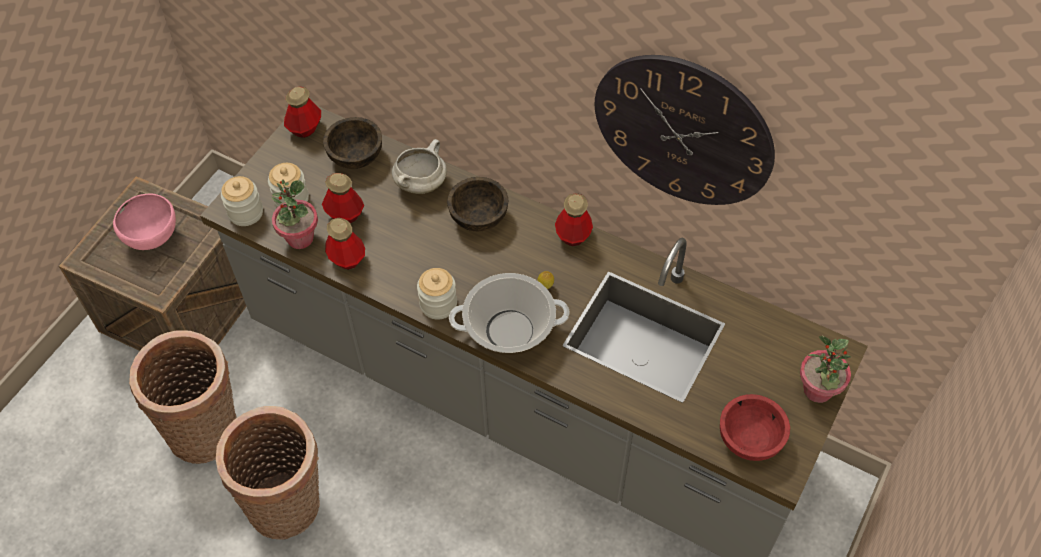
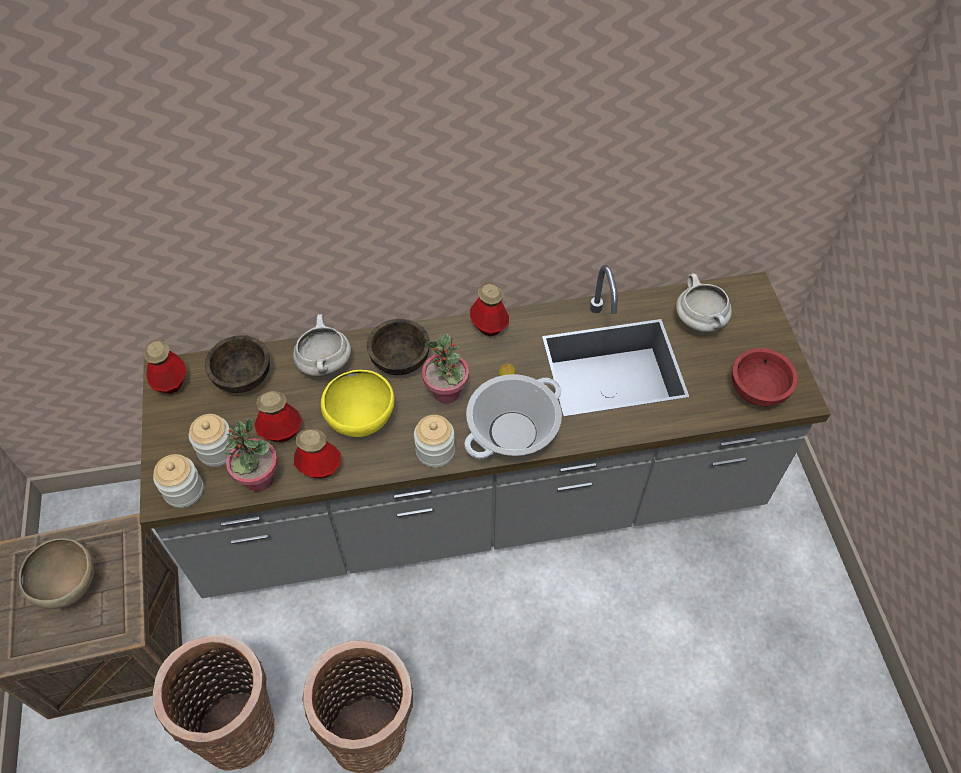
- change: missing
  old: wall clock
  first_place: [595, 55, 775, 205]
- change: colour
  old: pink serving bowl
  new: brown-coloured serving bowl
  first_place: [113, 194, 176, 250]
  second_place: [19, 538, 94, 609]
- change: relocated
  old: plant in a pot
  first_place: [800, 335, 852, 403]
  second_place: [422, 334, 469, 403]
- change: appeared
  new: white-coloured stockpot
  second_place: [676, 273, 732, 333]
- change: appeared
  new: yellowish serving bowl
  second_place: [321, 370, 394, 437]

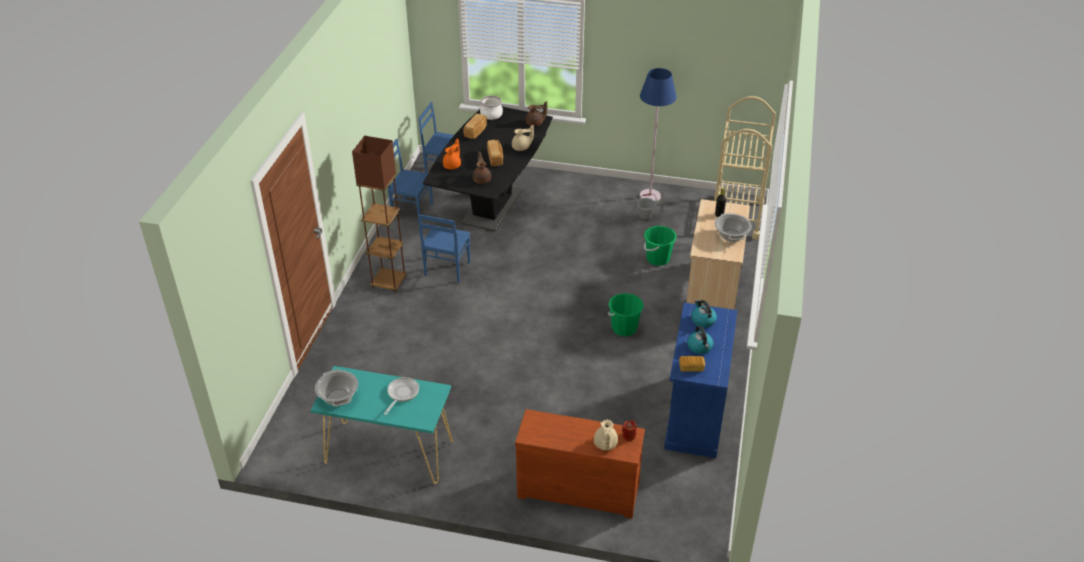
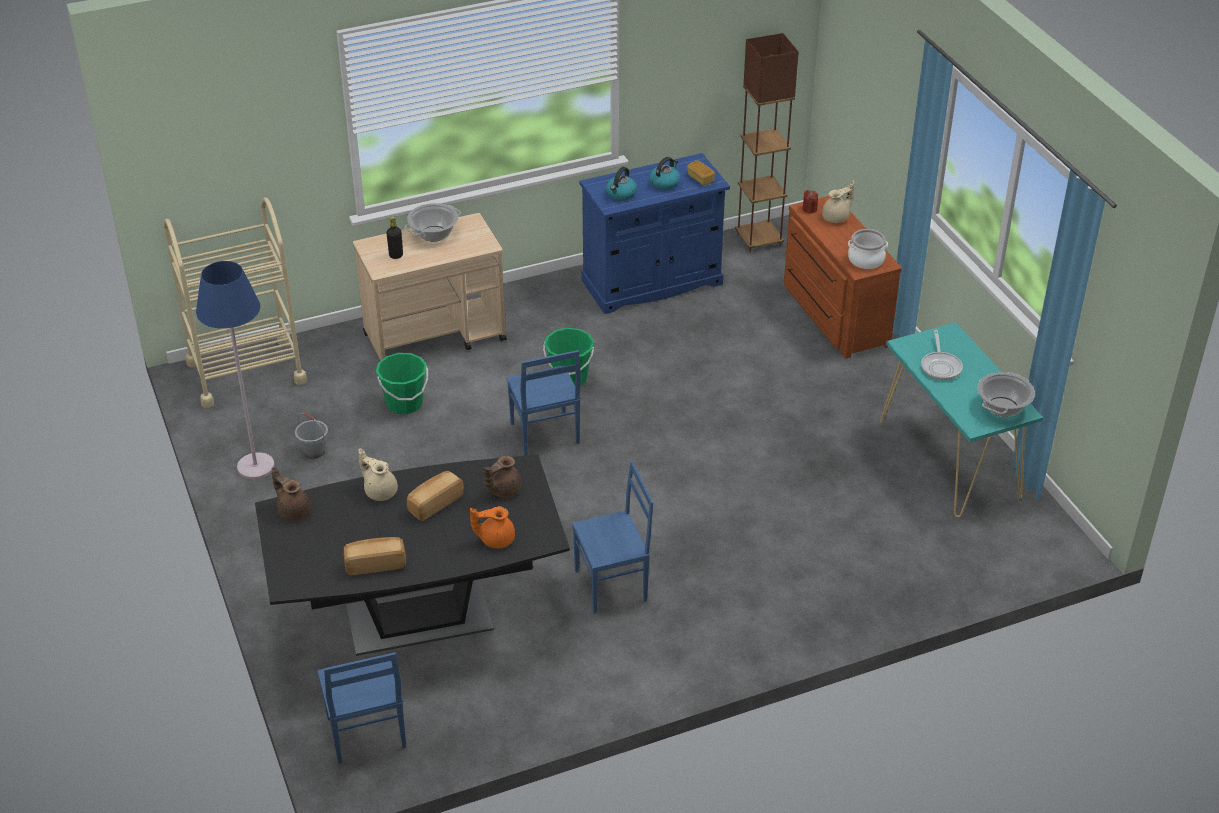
- change: relocated
  old: stockpot
  first_place: [480, 95, 503, 120]
  second_place: [848, 229, 888, 269]
- change: relocated
  old: brown-coloured standard lamp
  first_place: [352, 136, 407, 293]
  second_place: [735, 33, 799, 252]
- change: relocated
  old: bluish chair
  first_place: [388, 139, 433, 221]
  second_place: [506, 350, 581, 455]
- change: spun
  old: skillet
  first_place: [384, 377, 419, 415]
  second_place: [921, 330, 963, 380]
  degrees: -75

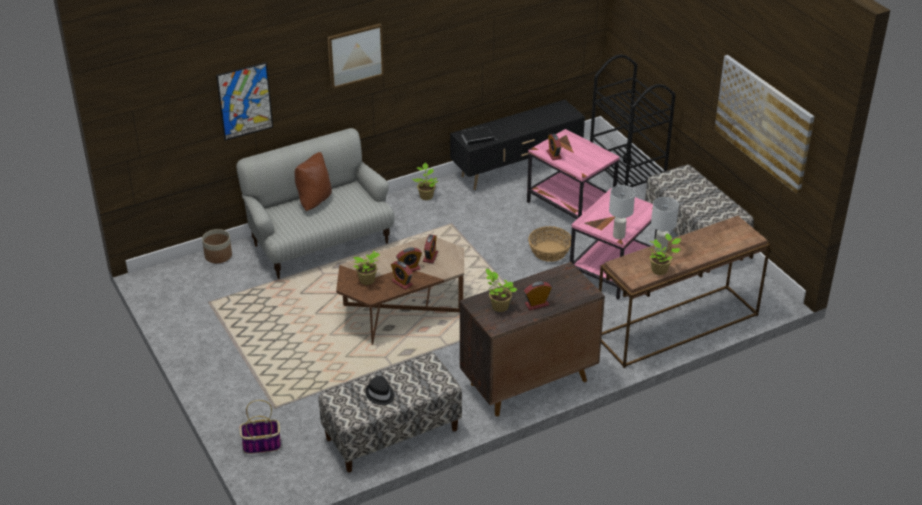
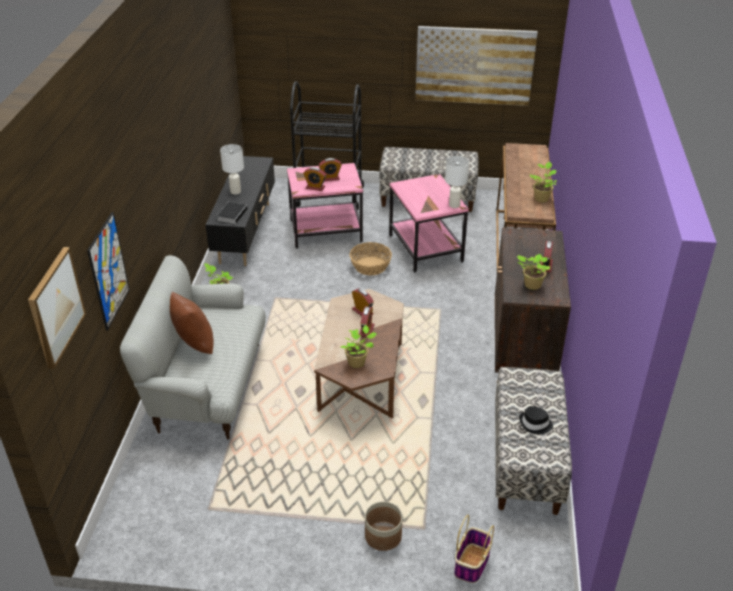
- change: relocated
  old: wall art
  first_place: [328, 24, 384, 89]
  second_place: [28, 247, 86, 369]
- change: relocated
  old: white-coloured table lamp
  first_place: [651, 197, 679, 252]
  second_place: [220, 144, 244, 195]
- change: relocated
  old: planter
  first_place: [202, 229, 232, 263]
  second_place: [365, 501, 403, 551]
- change: relocated
  old: table clock
  first_place: [391, 261, 413, 290]
  second_place: [319, 158, 342, 181]

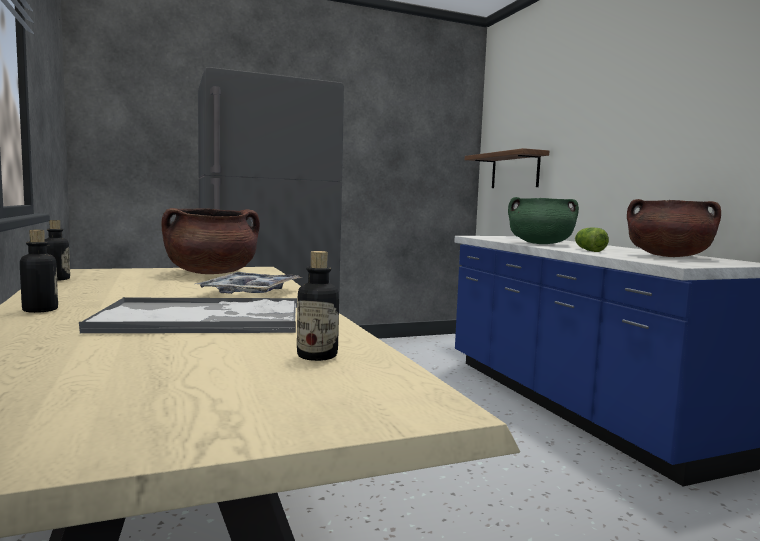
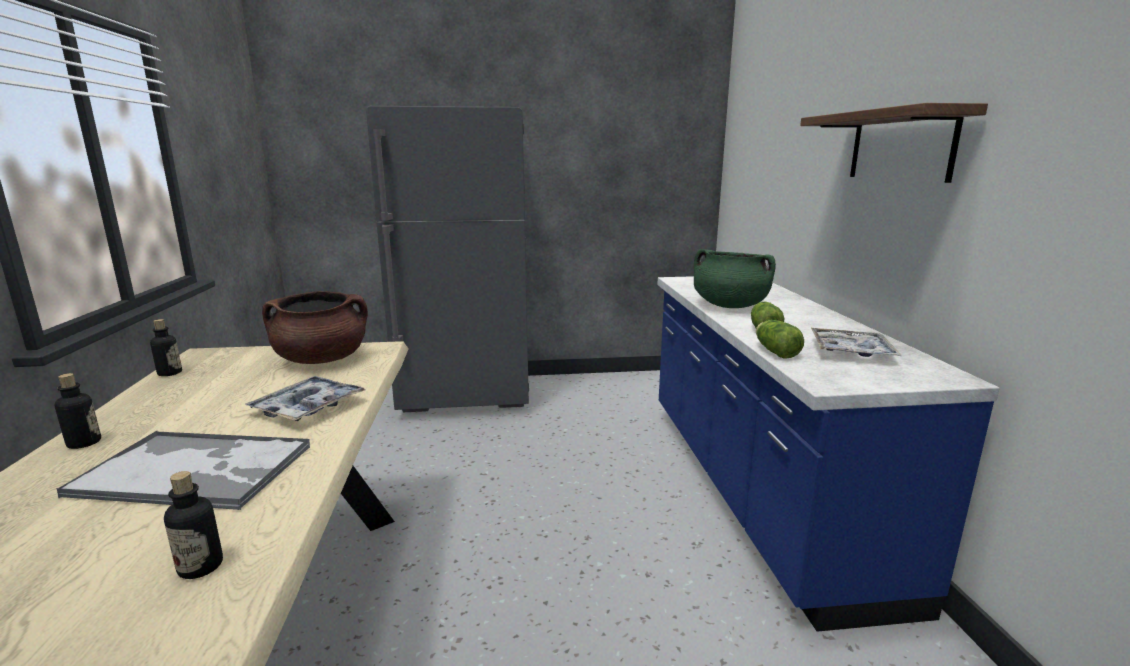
- change: relocated
  old: shelf
  first_place: [465, 148, 549, 188]
  second_place: [800, 103, 988, 183]
- change: exchanged
  old: brown-coloured stockpot
  new: carrying tray
  first_place: [627, 199, 721, 257]
  second_place: [811, 328, 902, 357]
- change: appeared
  new: head of lettuce
  second_place: [756, 320, 804, 359]

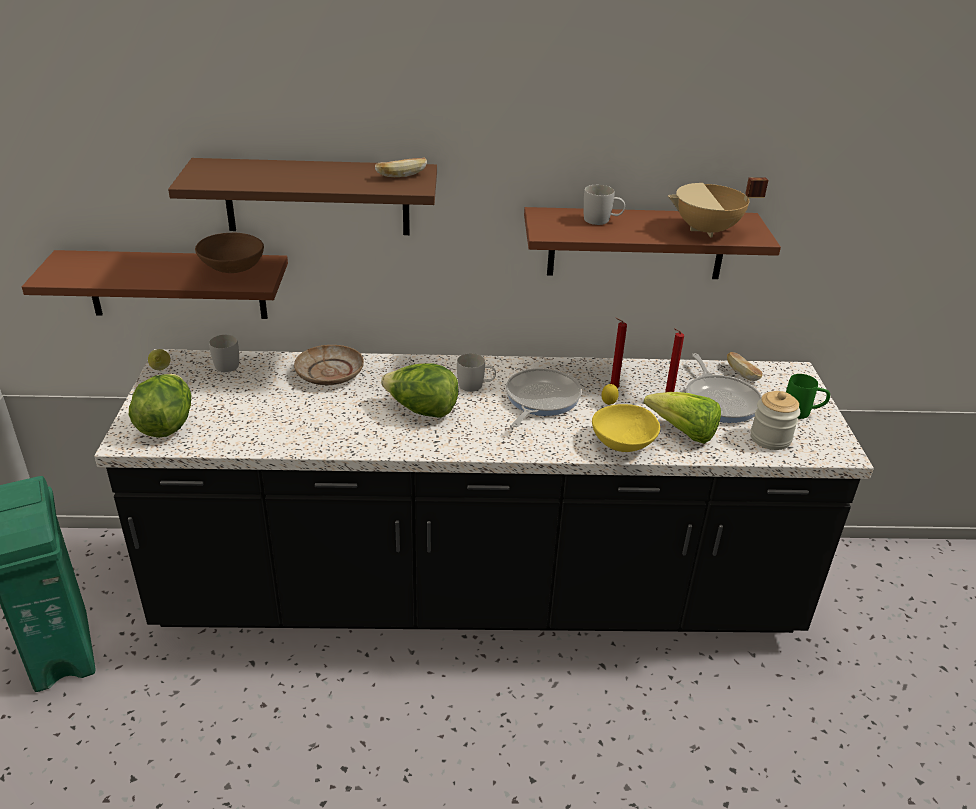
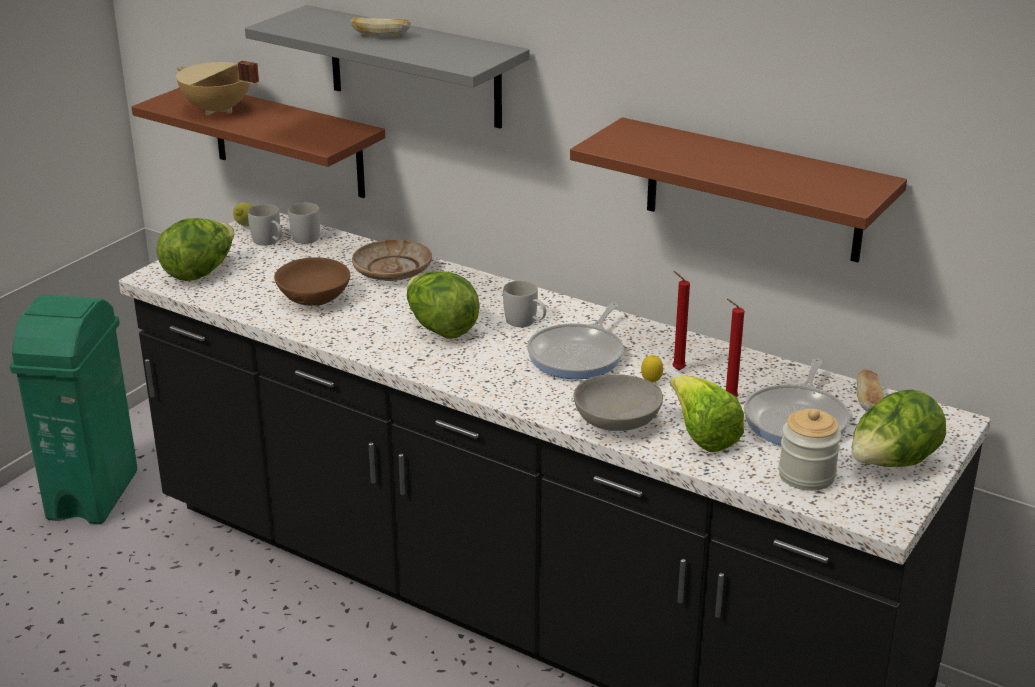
- change: colour
  old: brown-coloured shelf
  new: grey shelf
  first_place: [168, 158, 437, 235]
  second_place: [245, 5, 530, 129]
- change: relocated
  old: baked bread
  first_place: [375, 158, 427, 177]
  second_place: [350, 17, 411, 37]
- change: relocated
  old: beige stockpot
  first_place: [668, 178, 768, 237]
  second_place: [176, 61, 259, 115]
- change: relocated
  old: white-coloured coffee mug
  first_place: [583, 185, 625, 225]
  second_place: [248, 204, 282, 246]
- change: relocated
  old: brown-coloured serving bowl
  first_place: [195, 233, 264, 273]
  second_place: [274, 257, 350, 306]
- change: spun
  old: skillet
  first_place: [506, 368, 582, 427]
  second_place: [527, 302, 624, 379]
  degrees: 150
- change: exchanged
  old: green coffee mug
  new: head of lettuce
  first_place: [786, 374, 830, 419]
  second_place: [852, 390, 946, 467]
- change: colour
  old: yellowish serving bowl
  new: grey serving bowl
  first_place: [592, 404, 660, 452]
  second_place: [574, 374, 663, 431]

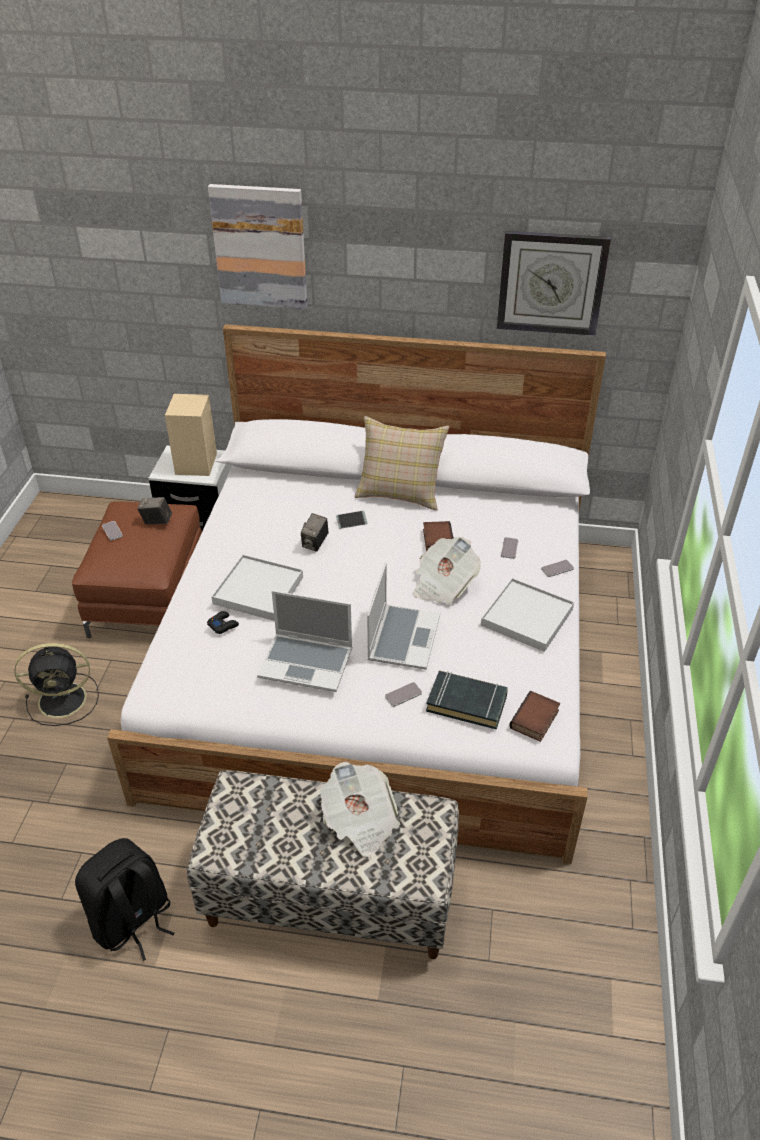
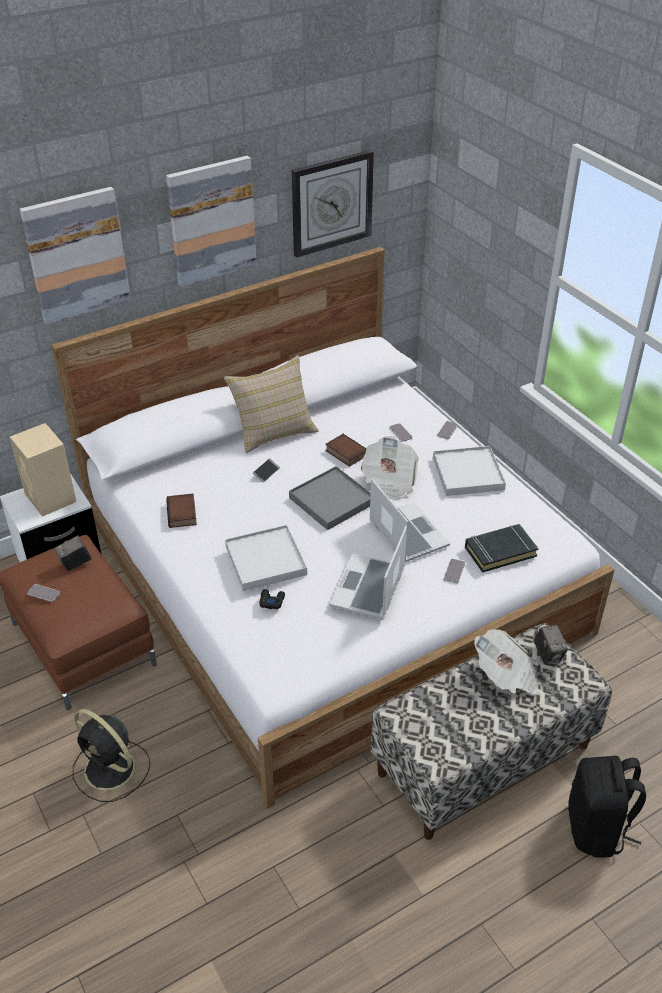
- change: relocated
  old: photo camera
  first_place: [301, 513, 329, 552]
  second_place: [534, 625, 568, 665]
- change: spun
  old: portable computer
  first_place: [257, 591, 352, 692]
  second_place: [329, 526, 407, 619]
  degrees: 135
- change: spun
  old: blackish electric fan
  first_place: [14, 643, 99, 726]
  second_place: [73, 709, 150, 802]
  degrees: 90
- change: relocated
  old: bound book
  first_place: [509, 691, 560, 742]
  second_place: [166, 494, 197, 528]
- change: relocated
  old: blackish backpack
  first_place: [75, 838, 175, 961]
  second_place: [568, 756, 646, 858]
- change: appeared
  new: wall art
  second_place: [166, 156, 256, 287]
- change: appeared
  new: grey carrying tray
  second_place: [289, 466, 371, 530]

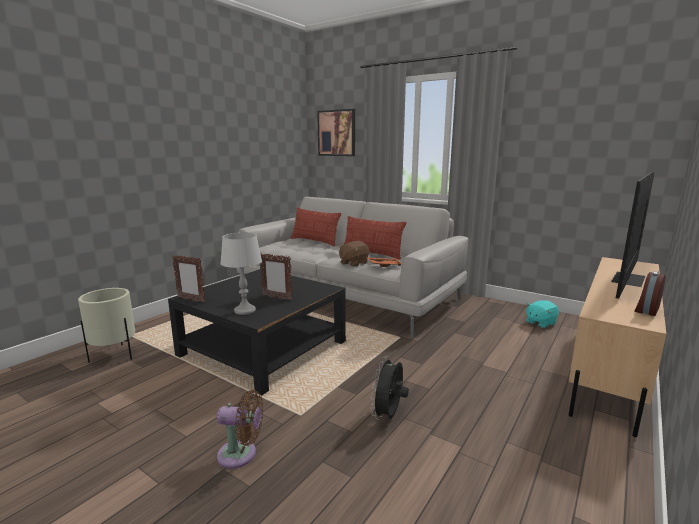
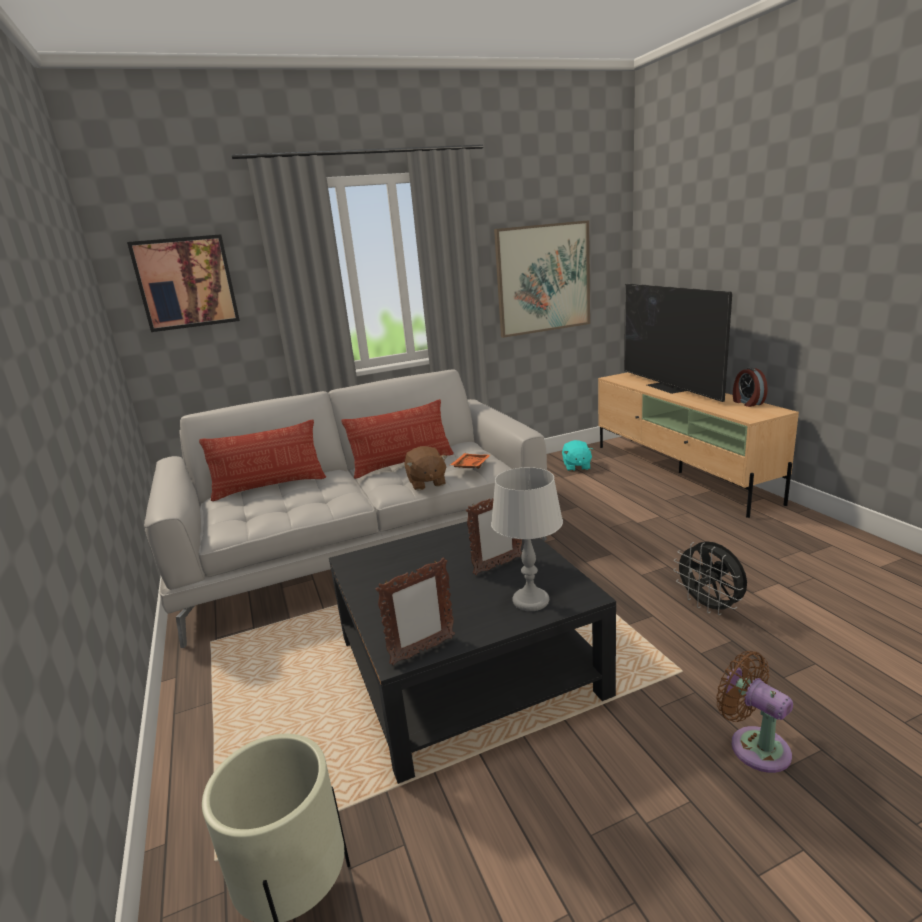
- change: spun
  old: brown-coloured electric fan
  first_place: [217, 390, 263, 468]
  second_place: [716, 651, 793, 773]
  degrees: -75
- change: appeared
  new: wall art
  second_place: [494, 220, 590, 338]

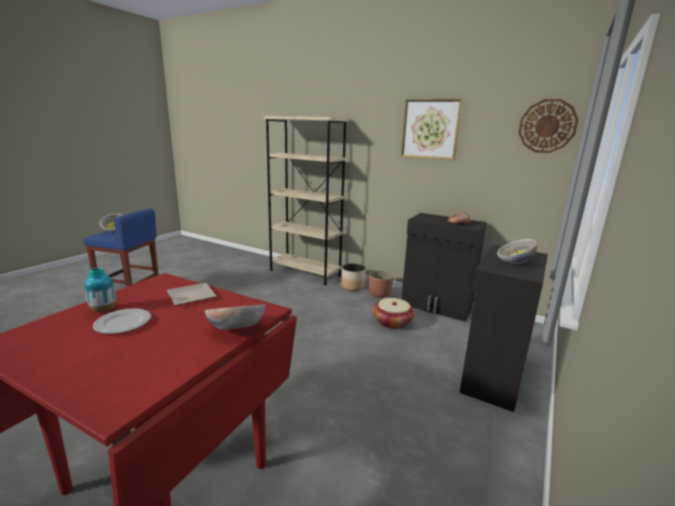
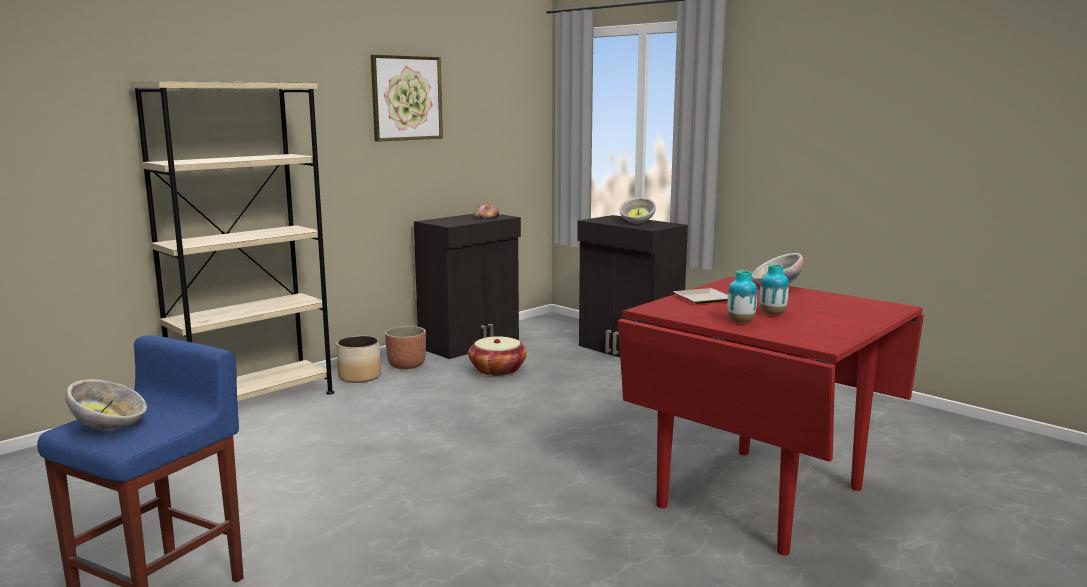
- change: missing
  old: wall clock
  first_place: [518, 99, 579, 153]
- change: exchanged
  old: dinner plate
  new: vase
  first_place: [93, 308, 151, 334]
  second_place: [760, 264, 789, 315]

